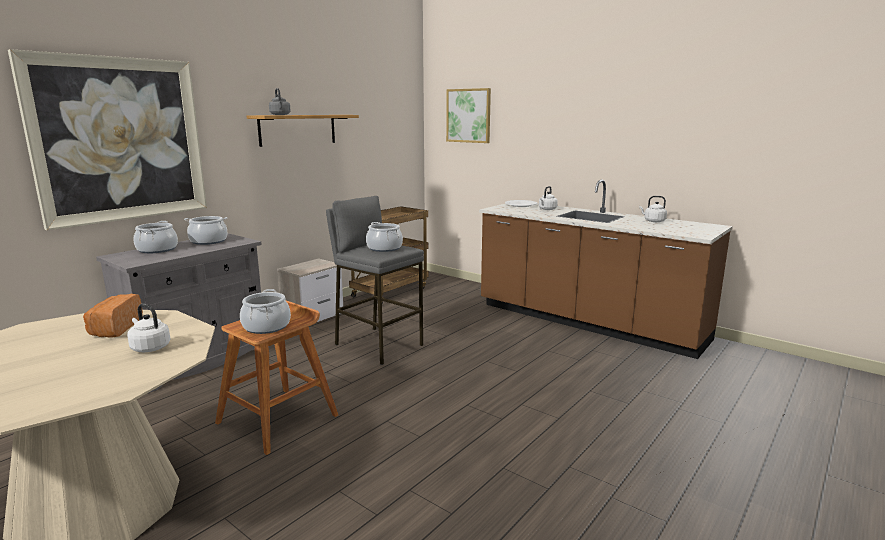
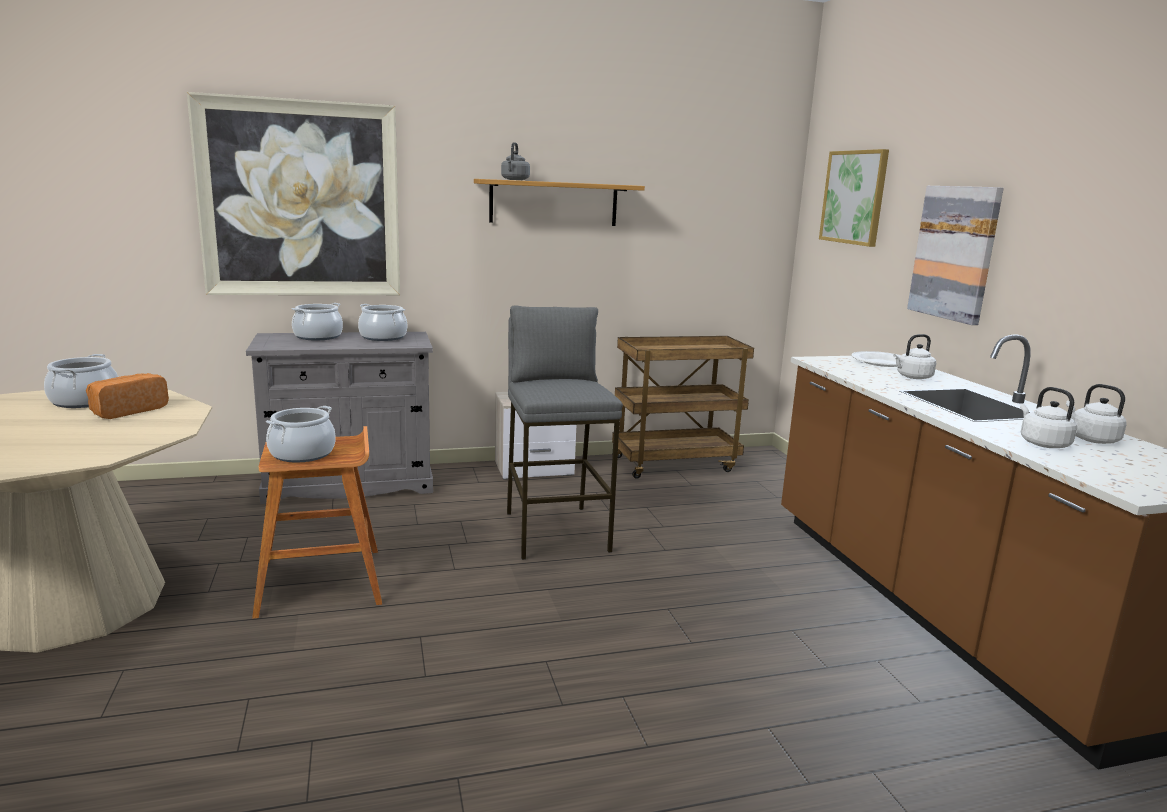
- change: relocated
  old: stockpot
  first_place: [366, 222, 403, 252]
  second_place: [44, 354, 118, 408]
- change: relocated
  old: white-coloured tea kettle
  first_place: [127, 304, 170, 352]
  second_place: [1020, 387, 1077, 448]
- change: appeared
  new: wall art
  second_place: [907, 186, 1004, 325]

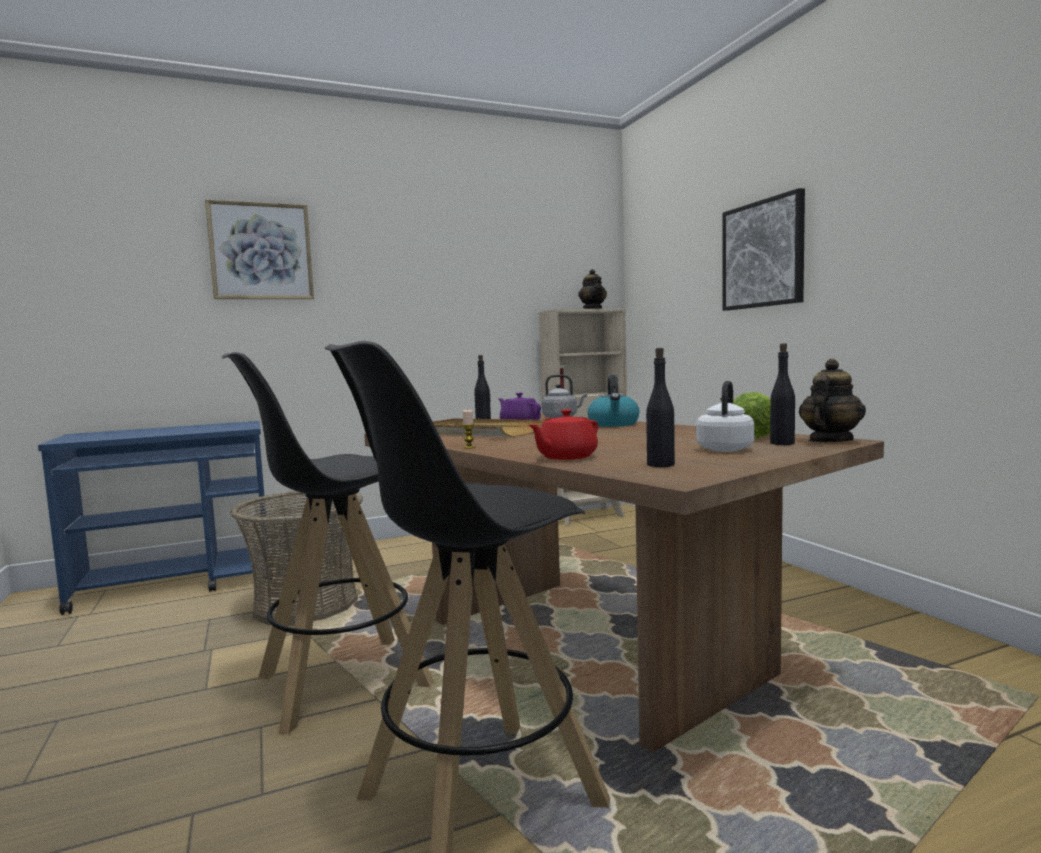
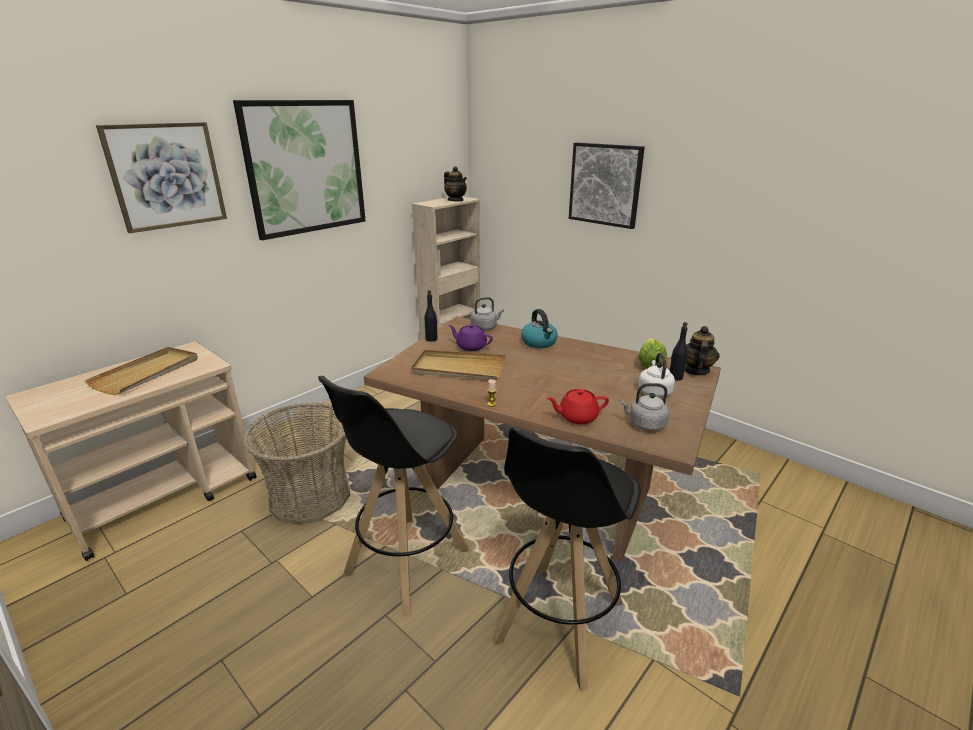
- change: exchanged
  old: blackish beverage bottle
  new: grey tea kettle
  first_place: [646, 348, 675, 467]
  second_place: [620, 383, 670, 431]
- change: spun
  old: red teapot
  first_place: [529, 409, 598, 460]
  second_place: [547, 389, 609, 424]
  degrees: 60
- change: colour
  old: bluish wheeled cart
  new: beige wheeled cart
  first_place: [38, 421, 273, 615]
  second_place: [5, 342, 257, 561]
- change: appeared
  new: wall art
  second_place: [233, 100, 366, 240]
- change: appeared
  new: beige carrying tray
  second_place: [84, 347, 198, 395]

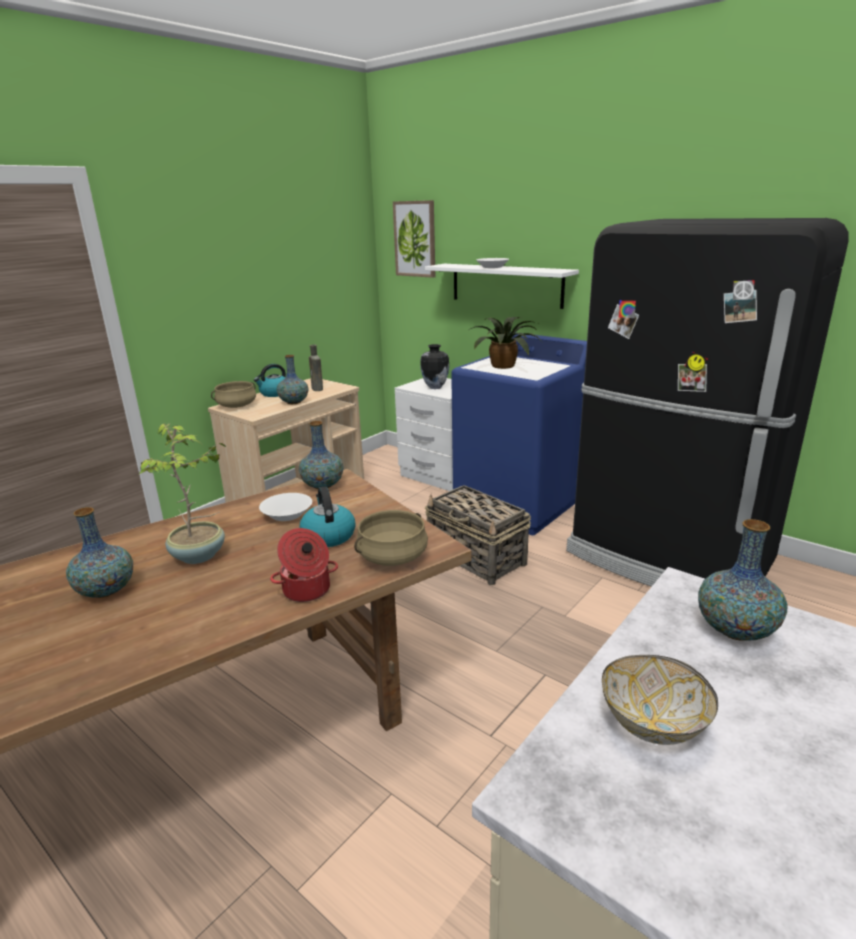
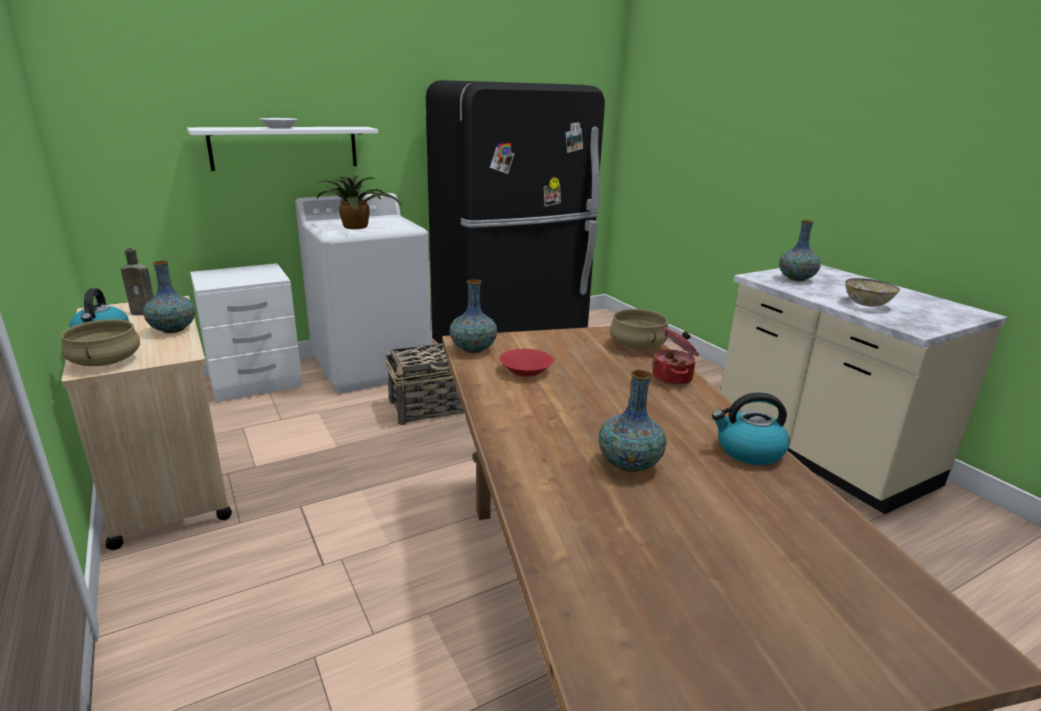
- change: missing
  old: wall art
  first_place: [393, 200, 435, 278]
- change: colour
  old: bluish laundry appliance
  new: white-coloured laundry appliance
  first_place: [451, 333, 587, 535]
  second_place: [295, 193, 432, 394]
- change: missing
  old: vase
  first_place: [420, 344, 449, 389]
- change: missing
  old: plant in a pot
  first_place: [139, 424, 226, 564]
- change: relocated
  old: tea kettle
  first_place: [300, 486, 356, 547]
  second_place: [712, 392, 790, 465]
- change: colour
  old: white-coloured serving bowl
  new: red serving bowl
  first_place: [259, 493, 312, 521]
  second_place: [499, 349, 554, 377]

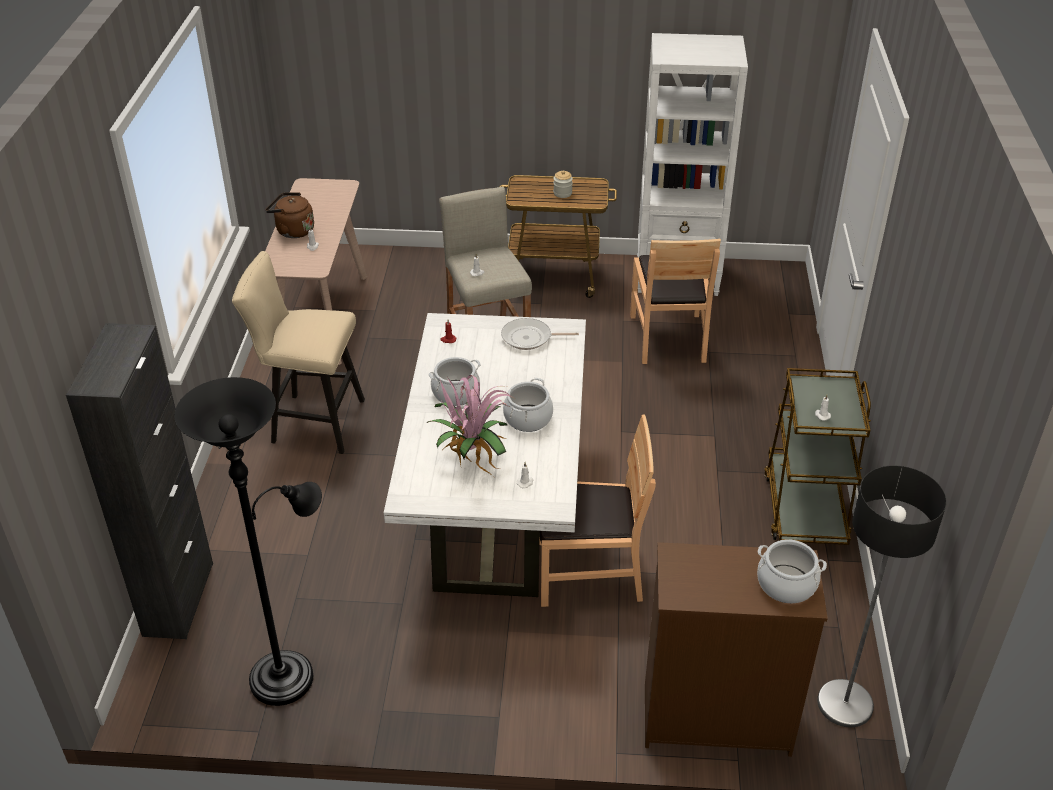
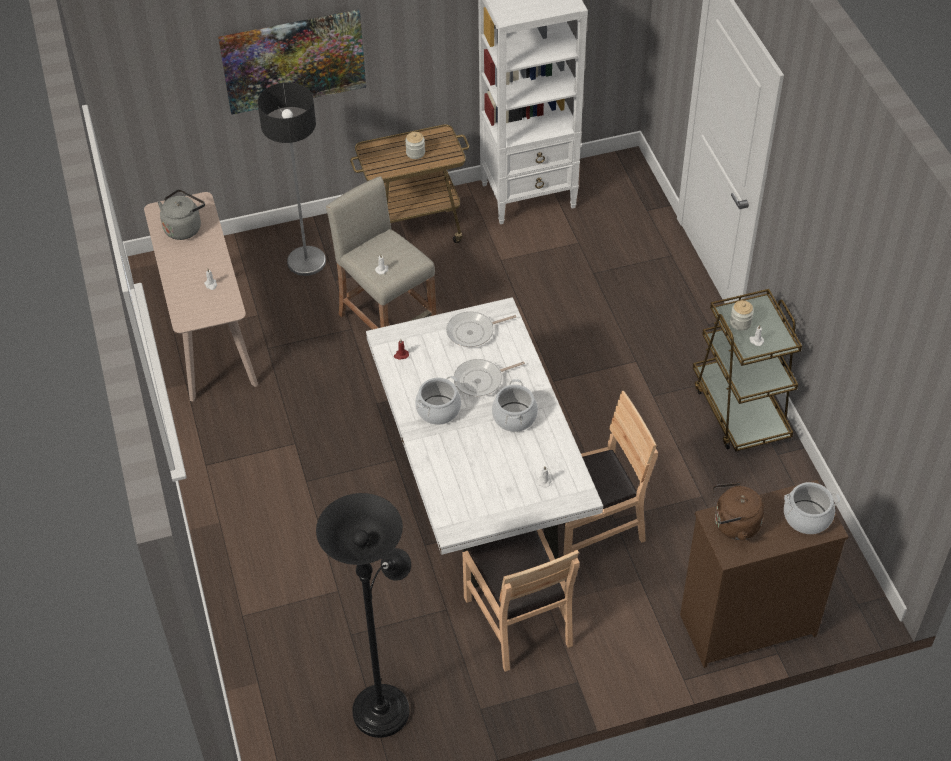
- change: relocated
  old: brown-coloured tea kettle
  first_place: [265, 192, 314, 238]
  second_place: [713, 482, 764, 541]
- change: relocated
  old: brown-coloured chair
  first_place: [630, 239, 721, 364]
  second_place: [462, 529, 579, 672]
- change: missing
  old: beige stool seat
  first_place: [232, 251, 365, 454]
- change: missing
  old: blackish cabinet
  first_place: [66, 323, 213, 639]
- change: missing
  old: plant in a pot
  first_place: [427, 375, 514, 476]
- change: relocated
  old: standard lamp
  first_place: [817, 466, 947, 727]
  second_place: [257, 82, 326, 276]
- change: appeared
  new: wall art
  second_place: [218, 10, 366, 114]
- change: appeared
  new: grey tea kettle
  second_place: [158, 189, 205, 240]
- change: appeared
  new: storage jar
  second_place: [730, 300, 754, 331]
- change: appeared
  new: skillet
  second_place: [454, 359, 525, 397]

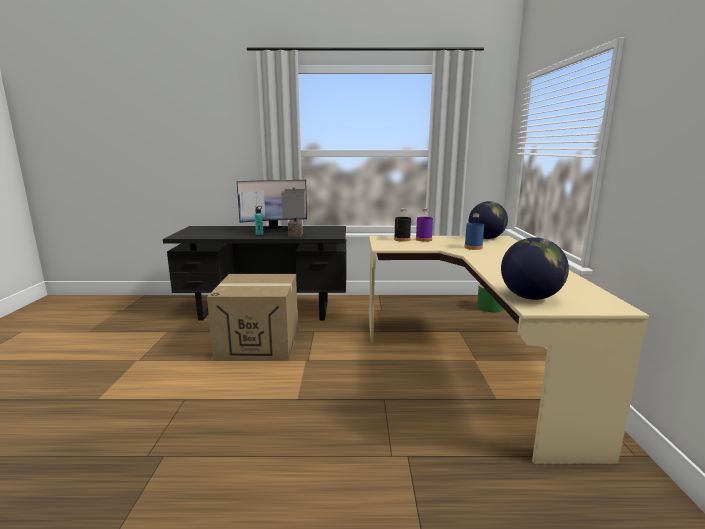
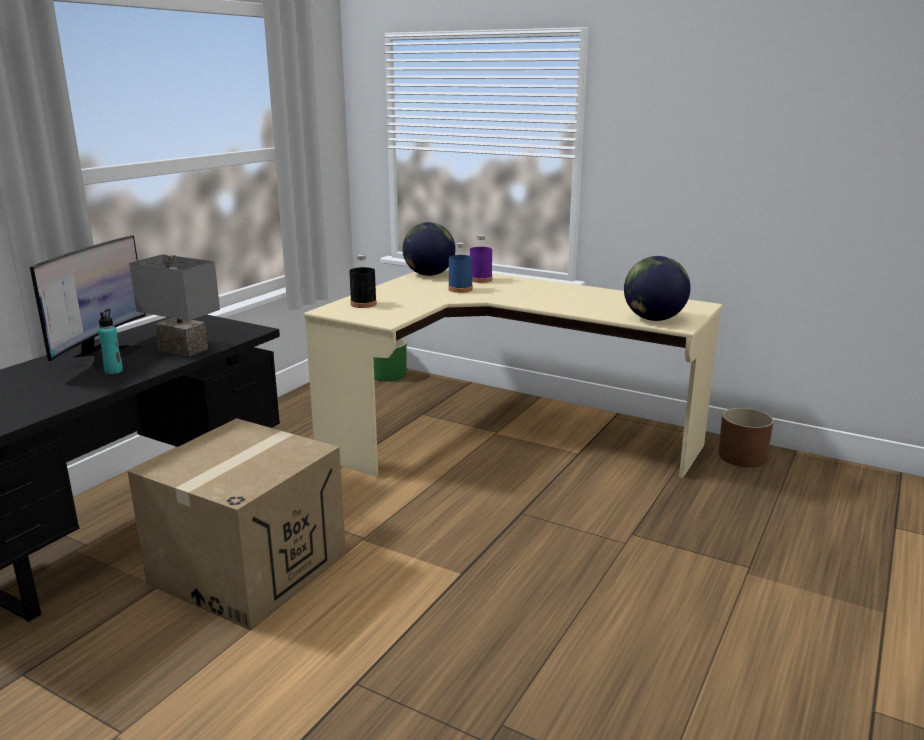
- change: relocated
  old: purple beverage bottle
  first_place: [416, 208, 433, 241]
  second_place: [470, 235, 492, 283]
- change: appeared
  new: brown-coloured planter
  second_place: [718, 408, 774, 467]

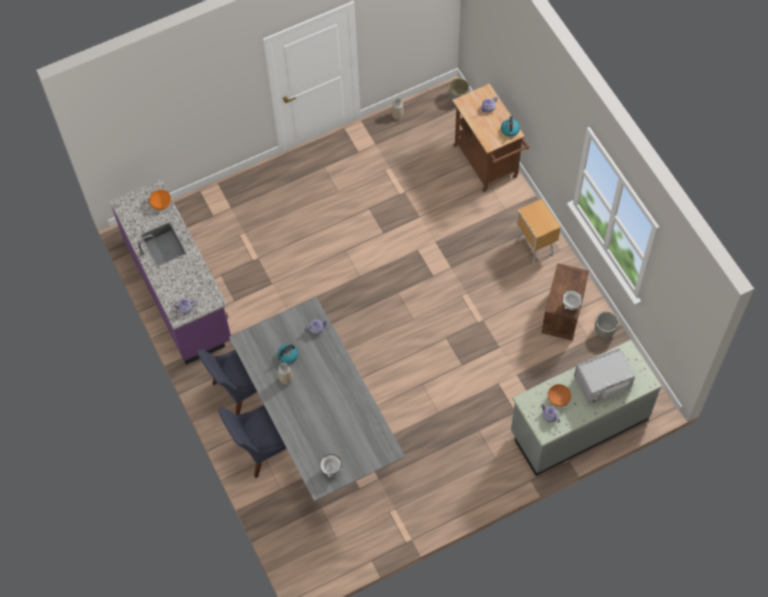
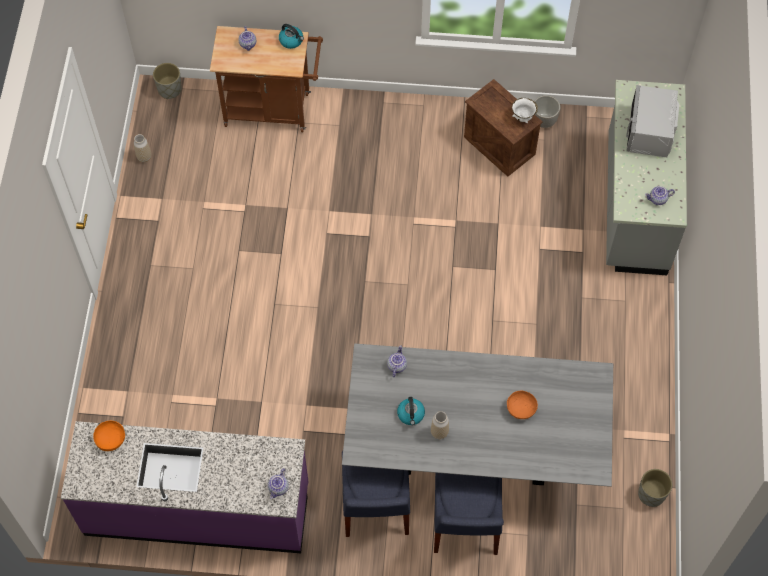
- change: missing
  old: brown-coloured bedside table
  first_place: [516, 199, 561, 263]
- change: relocated
  old: orange serving bowl
  first_place: [548, 384, 571, 407]
  second_place: [507, 391, 538, 419]
- change: missing
  old: white-coloured serving bowl
  first_place: [320, 454, 342, 477]
- change: appeared
  new: grey planter
  second_place: [638, 469, 672, 507]

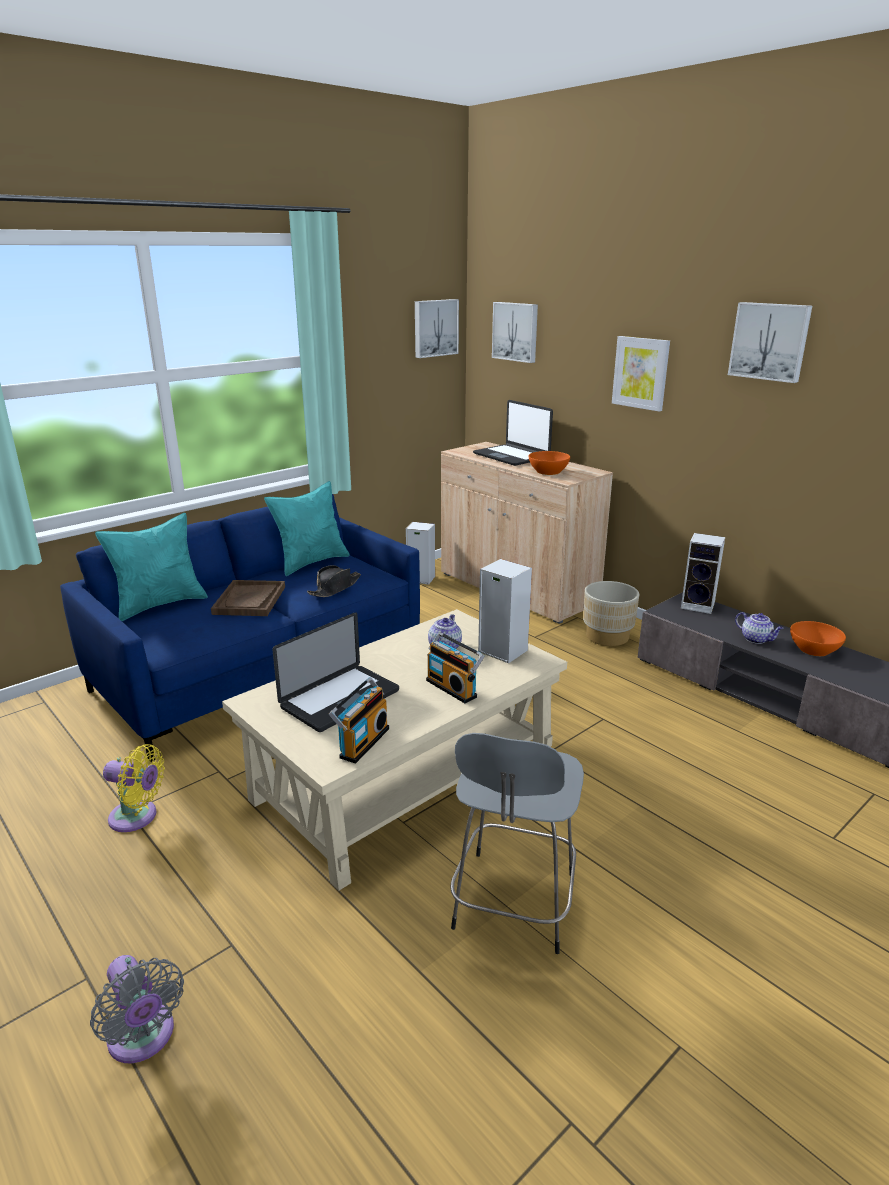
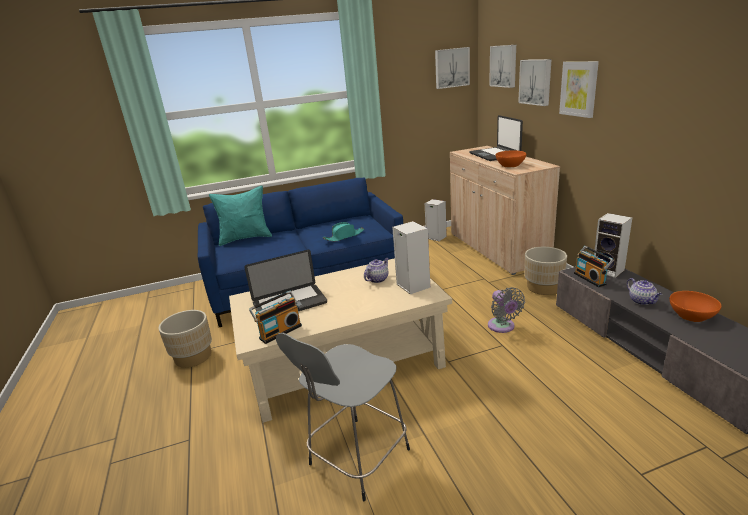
- change: relocated
  old: wall art
  first_place: [728, 302, 812, 383]
  second_place: [518, 59, 552, 106]
- change: missing
  old: turquoise-coloured pillow
  first_place: [264, 481, 350, 576]
- change: colour
  old: blackish wearable hat
  new: turquoise-coloured wearable hat
  first_place: [307, 565, 361, 597]
  second_place: [323, 222, 364, 241]
- change: missing
  old: brown-coloured carrying tray
  first_place: [211, 580, 285, 616]
- change: relocated
  old: radio
  first_place: [426, 632, 484, 703]
  second_place: [574, 246, 614, 287]
- change: exchanged
  old: yellowish electric fan
  new: beige planter
  first_place: [103, 744, 165, 832]
  second_place: [159, 310, 212, 368]
- change: relocated
  old: grey electric fan
  first_place: [90, 955, 184, 1063]
  second_place: [488, 287, 525, 333]

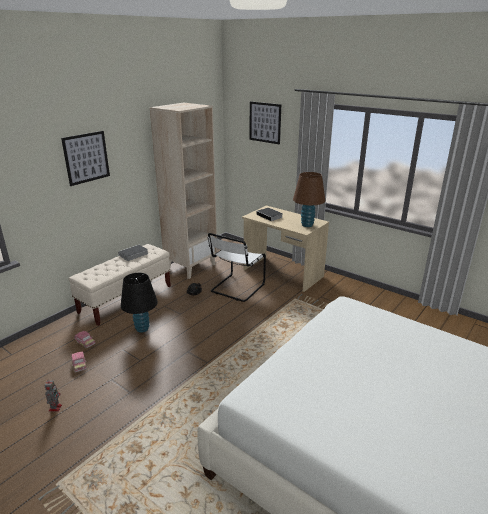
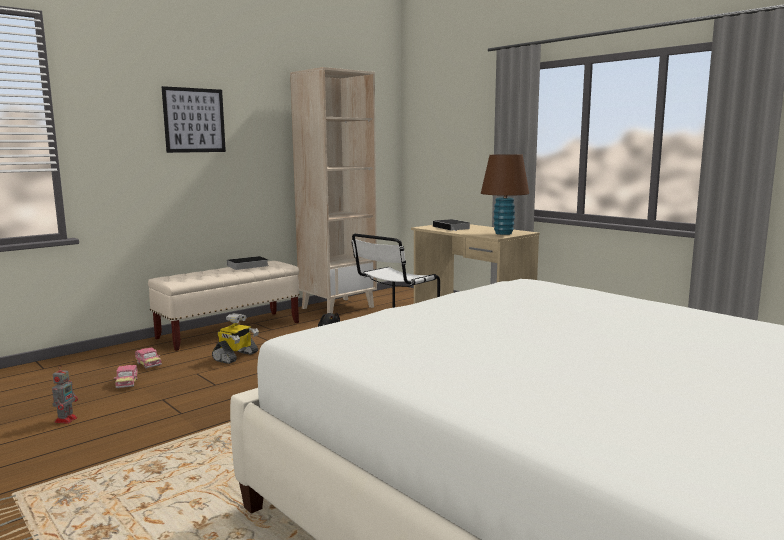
- change: missing
  old: wall art
  first_place: [250, 101, 281, 144]
- change: exchanged
  old: blackish table lamp
  new: model robot
  first_place: [121, 273, 158, 333]
  second_place: [212, 313, 259, 364]

